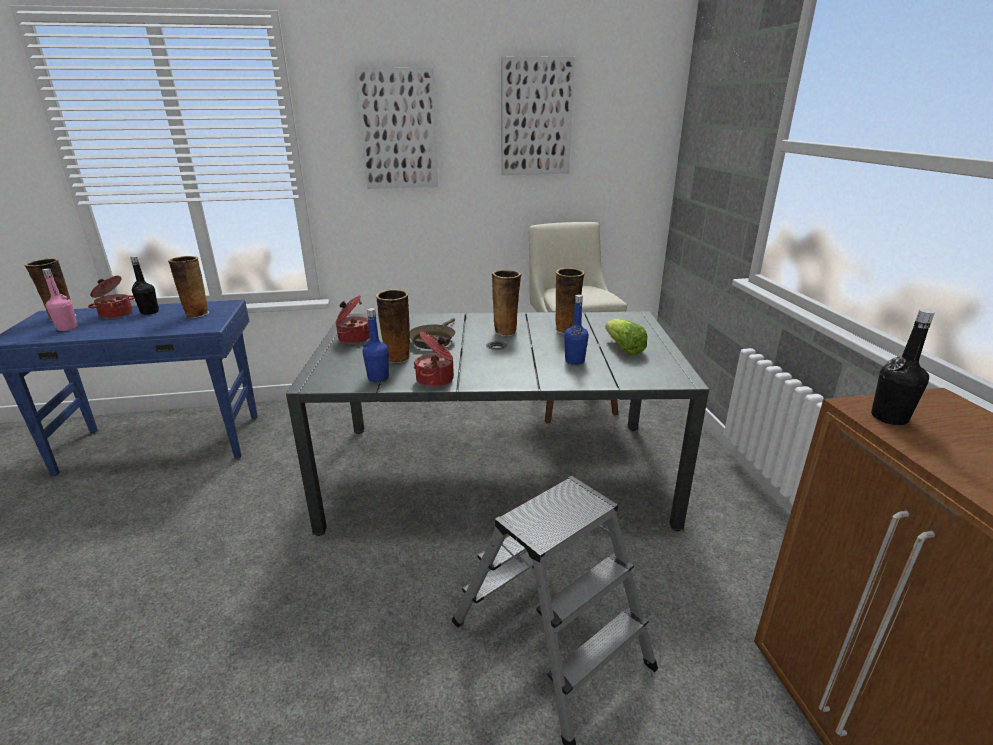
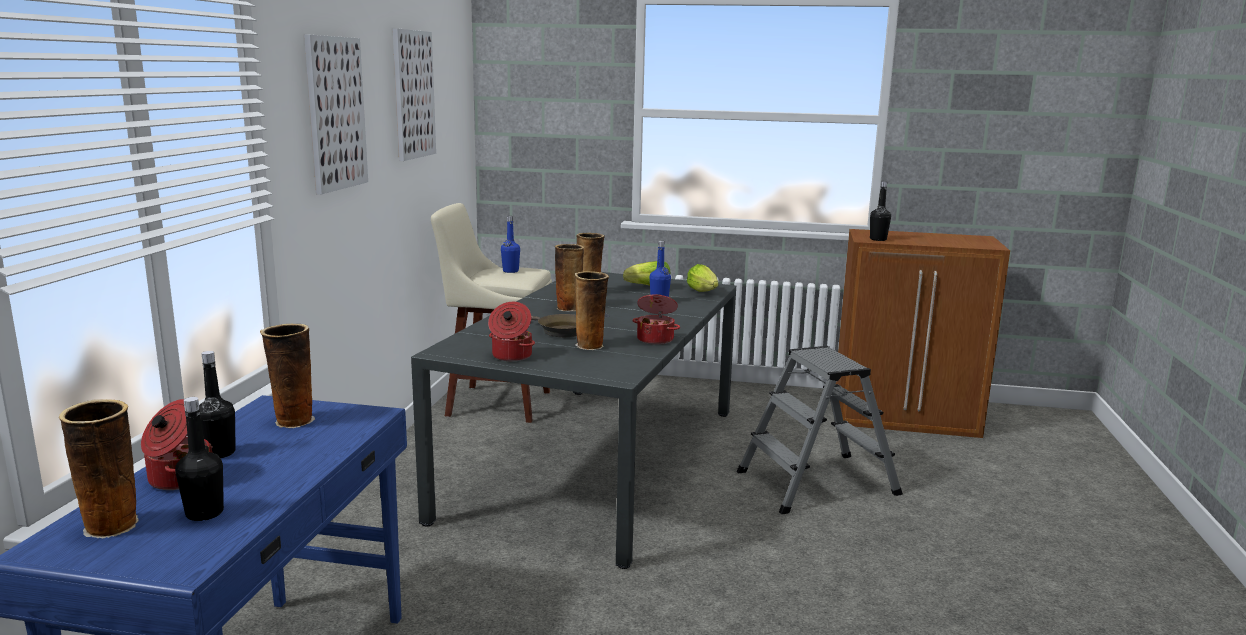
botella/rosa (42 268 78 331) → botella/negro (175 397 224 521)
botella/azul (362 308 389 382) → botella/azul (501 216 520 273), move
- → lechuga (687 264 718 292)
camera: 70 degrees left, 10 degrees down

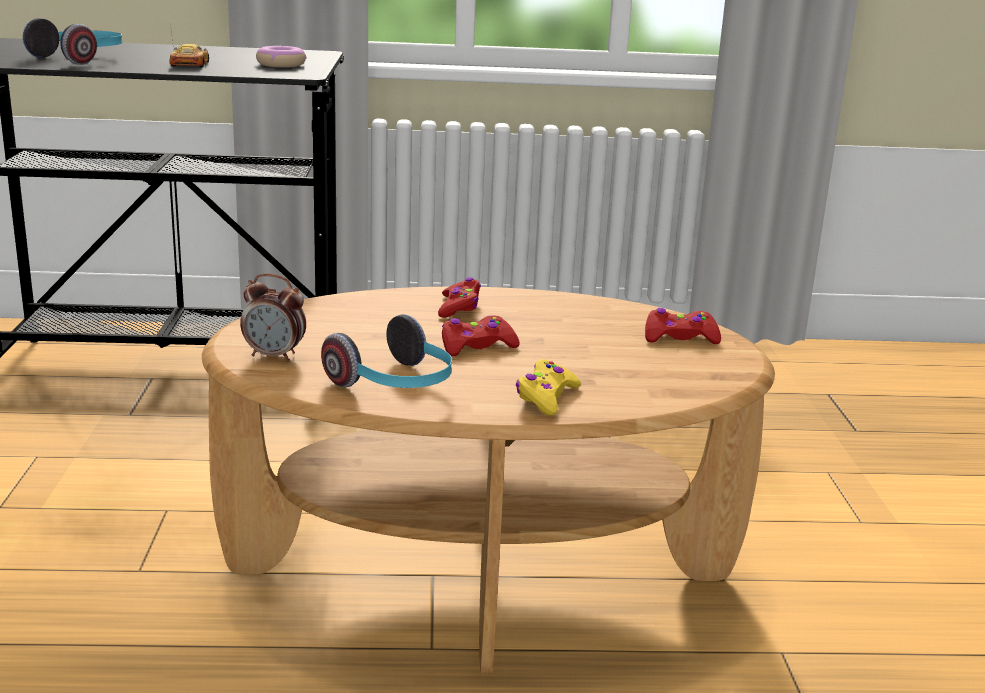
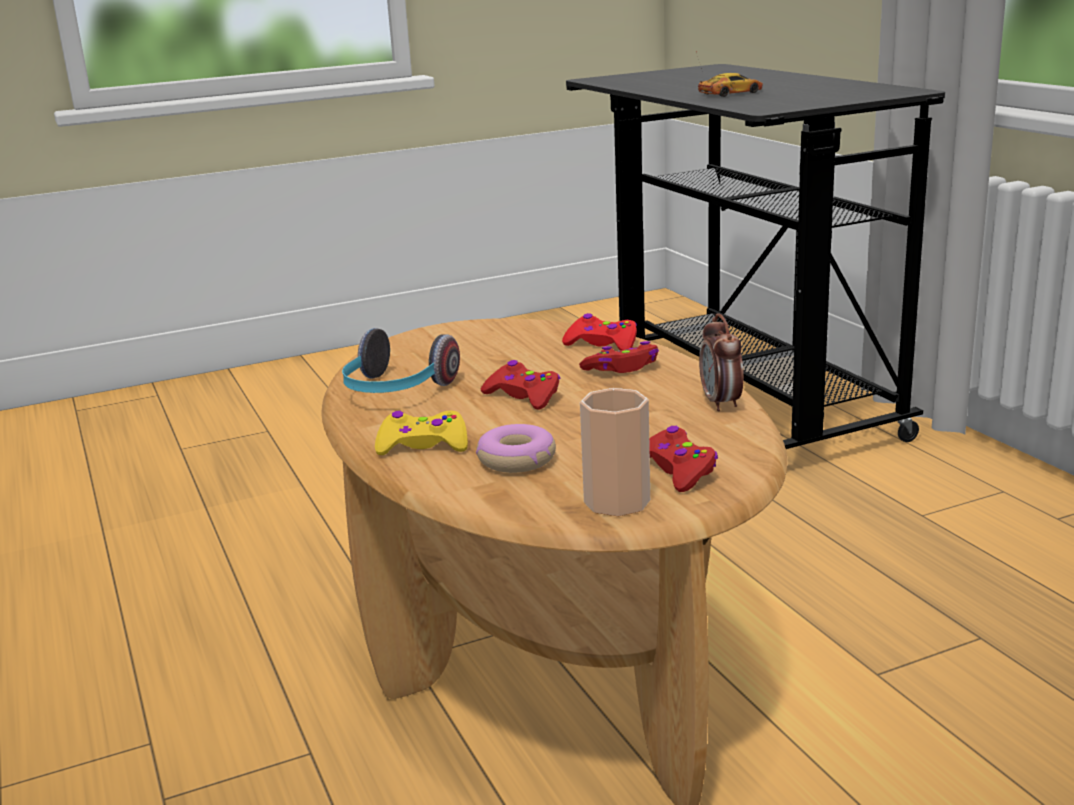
rosquilla (256 46 306 68) → rosquilla (476 424 556 473), move
- → mando de consola/rojo (562 313 637 350)
- → taza (580 388 650 517)
despertador (240 274 306 362) → despertador (699 313 744 412), move
auriculares (23 18 123 65) → -
camera: 70 degrees right, 0 degrees up

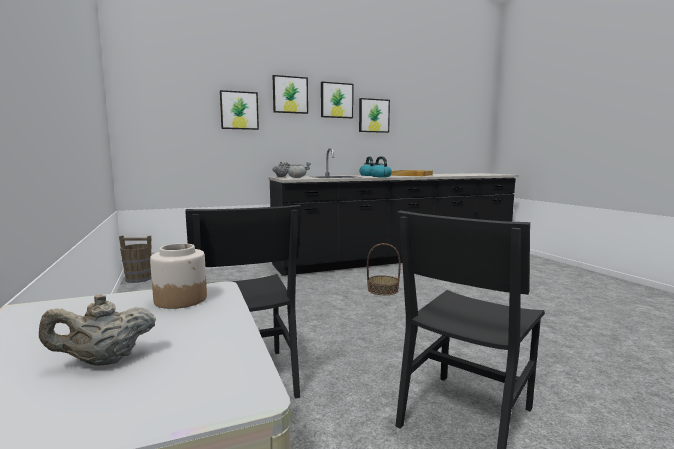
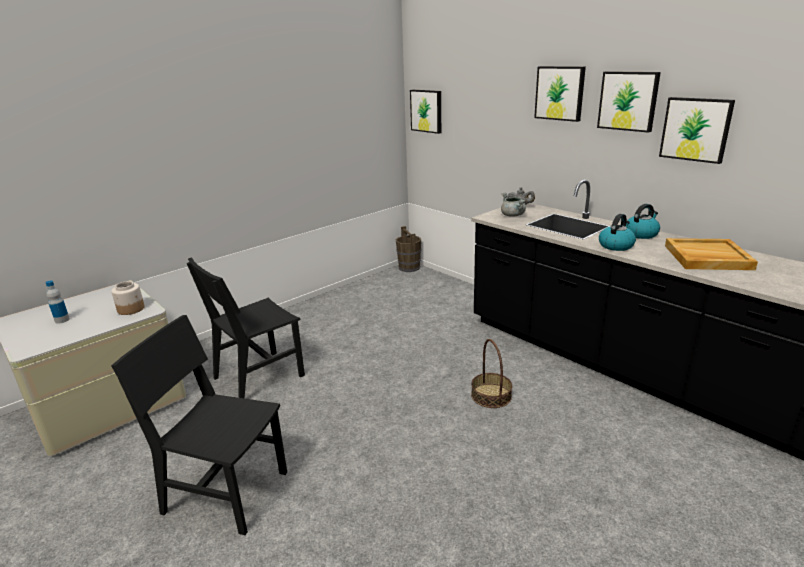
tetera/beis (39 294 156 366) → botella (45 280 70 323)
cuadro (220 90 259 130) → cuadro (410 90 441 134), move
camera: 70 degrees right, 15 degrees up

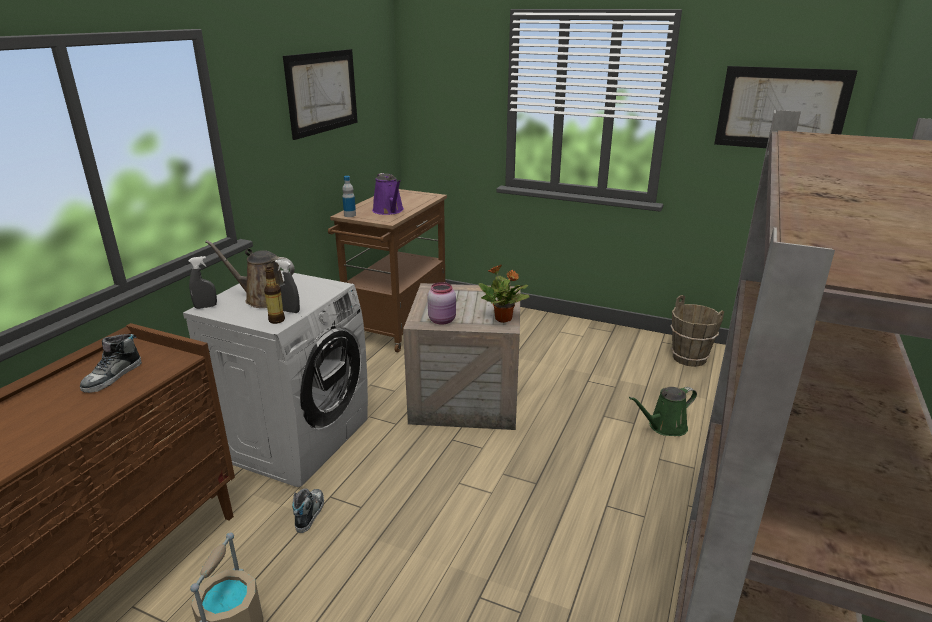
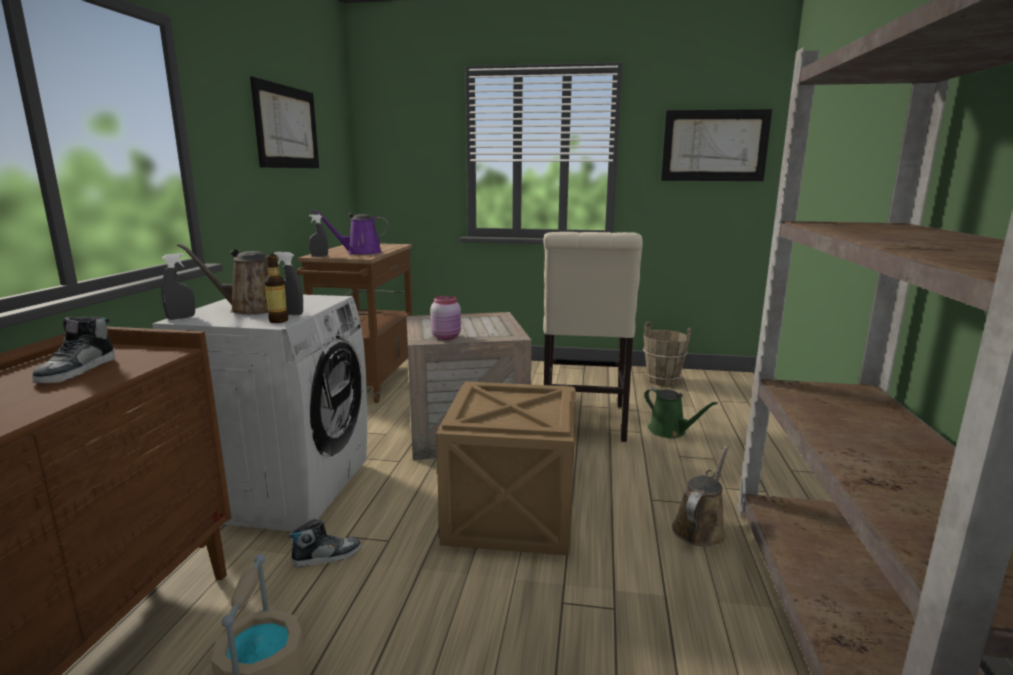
zapato (292 488 324 533) → zapato (288 519 361 567), 75 degrees clockwise
botella (342 176 356 217) → pulverizador/gris (309 214 328 256)
regadera/morado (372 173 404 215) → regadera/morado (312 210 389 255), 120 degrees clockwise
- → caja de embalaje (436 382 576 556)
- → taburete/beis (543 232 643 442)
regadera/verde (629 387 697 436) → regadera/verde (645 388 718 438), 90 degrees counterclockwise
- → regadera/marrón (672 446 729 547)
planta en maceta (479 265 530 323) → -
camera: 15 degrees left, 10 degrees down

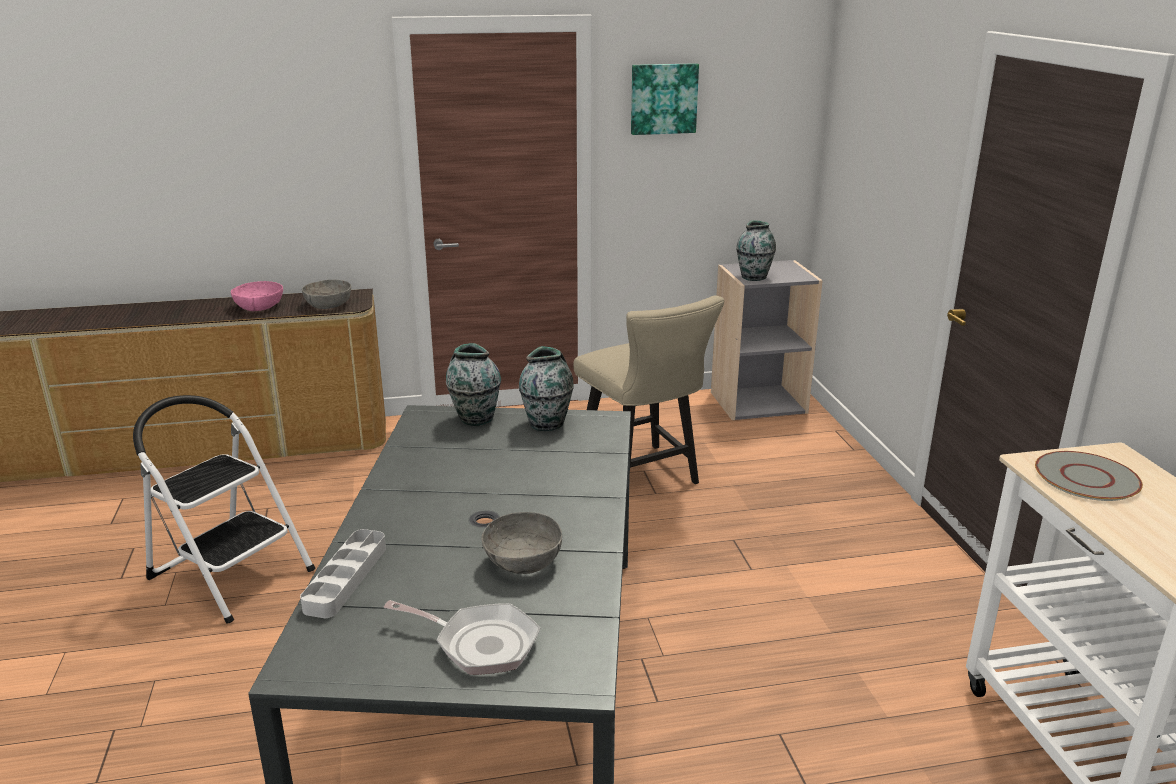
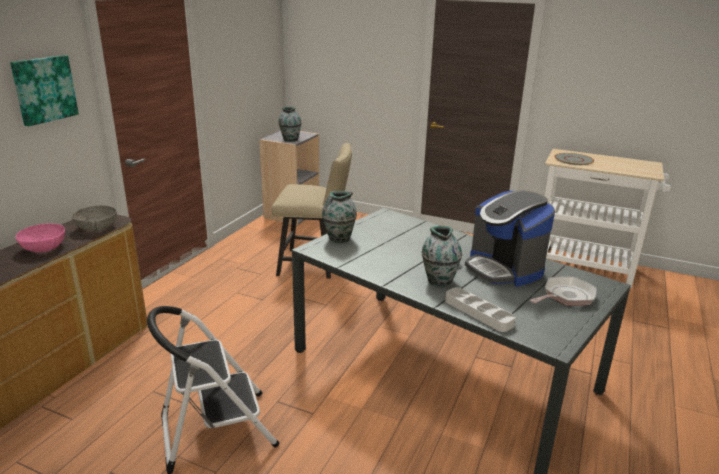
cuadro (631 63 699 135) → cuadro (10 55 79 126), move
florero (519 346 574 431) → florero (421 226 462 286), move
cuenco/gris (481 512 562 574) → cafetera (465 190 555 287)
camera: 55 degrees left, 0 degrees up

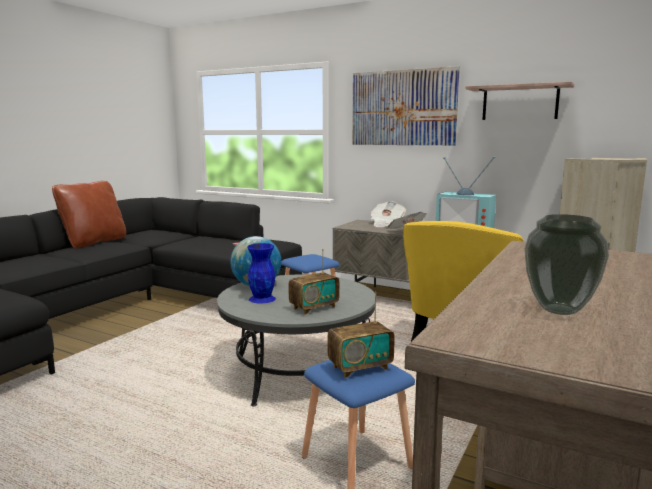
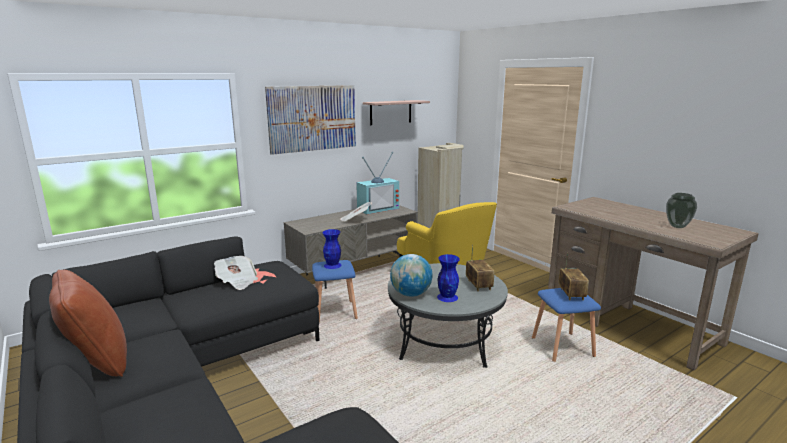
periódico (370 201 406 227) → periódico (214 256 258 290), move
- → florero/azul (323 229 342 269)
camera: 65 degrees left, 5 degrees up

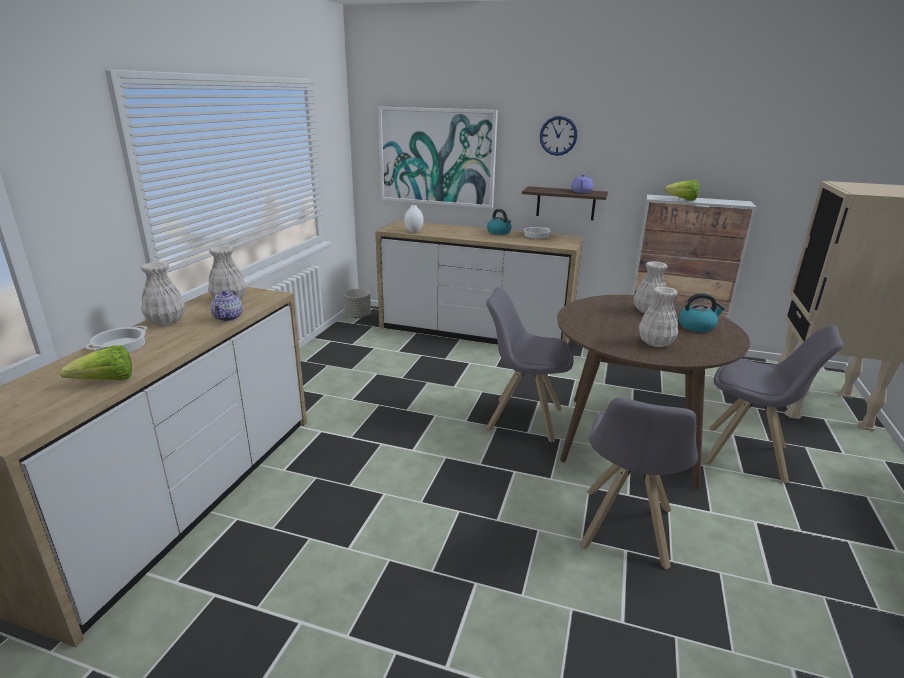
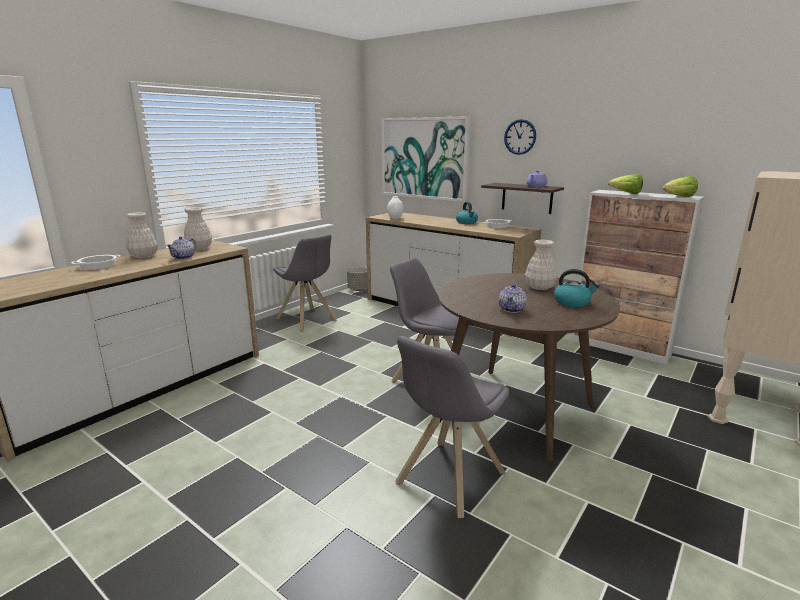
silla/gris (704 325 843 483) → silla/gris (273 234 337 331), move
florero/blanco (639 287 678 347) → tetera (499 284 527 313)
lechuga (59 345 132 381) → lechuga (663 176 698 197), move
camera: 20 degrees right, 5 degrees down

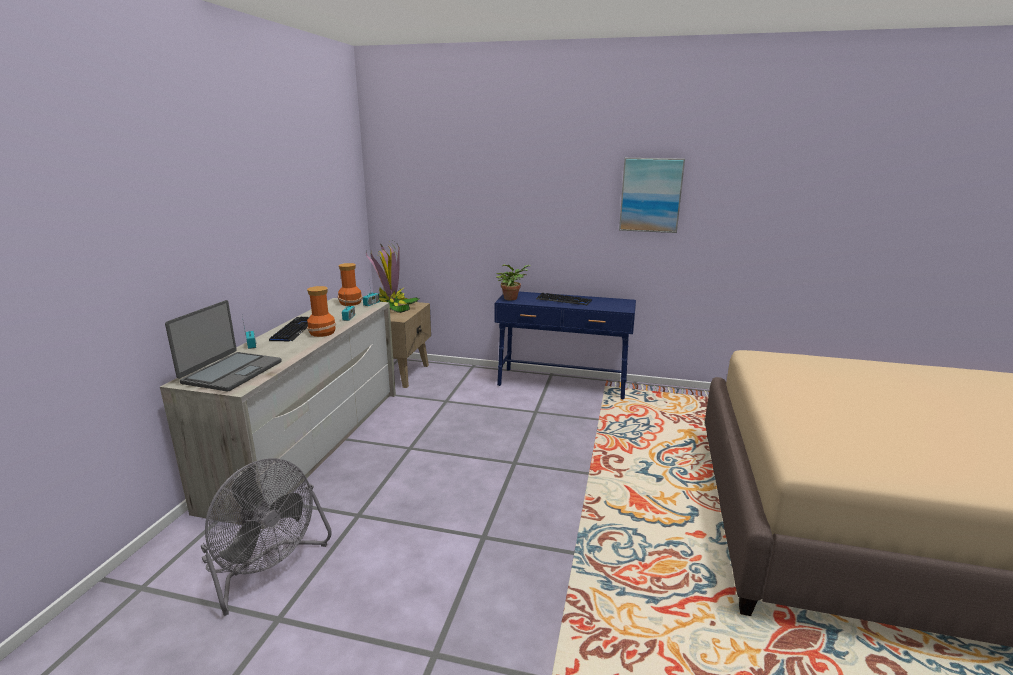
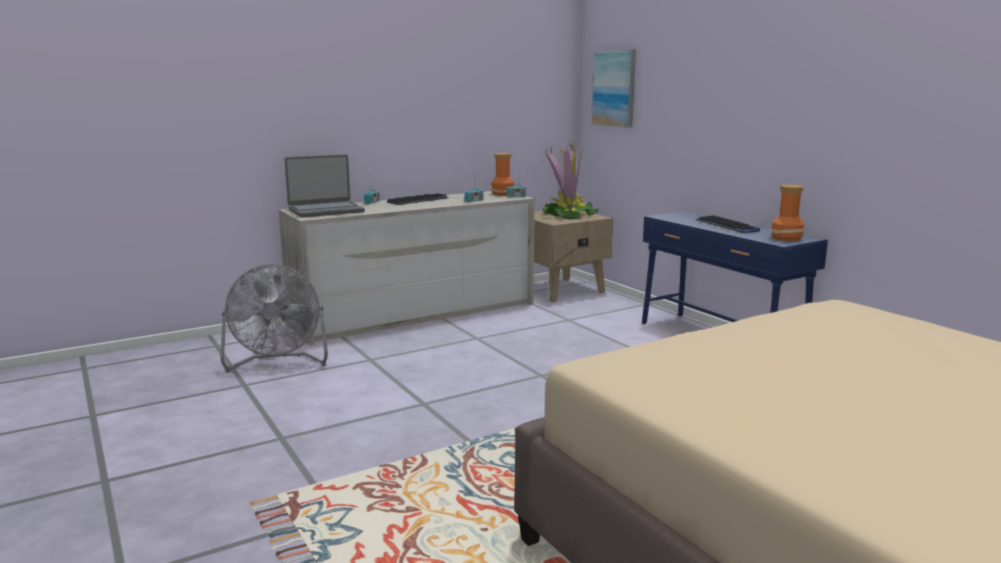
cuadro (619 158 685 233) → cuadro (591 49 636 128), move
florero (307 286 336 337) → florero (771 185 805 241), move
planta en maceta (496 264 531 300) → -
camera: 45 degrees right, 5 degrees down

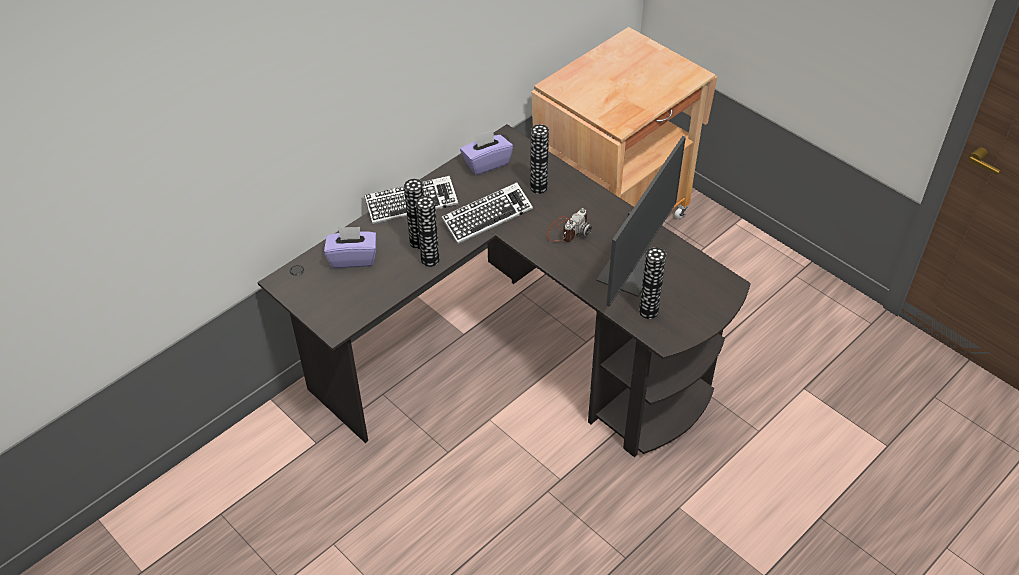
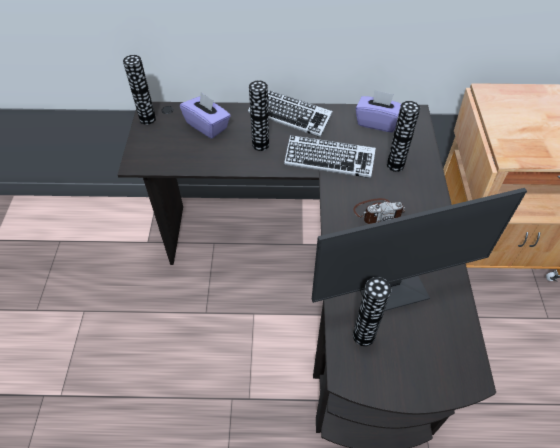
florero (416 196 440 267) → florero (123 55 156 125), move
camera: 45 degrees right, 5 degrees up

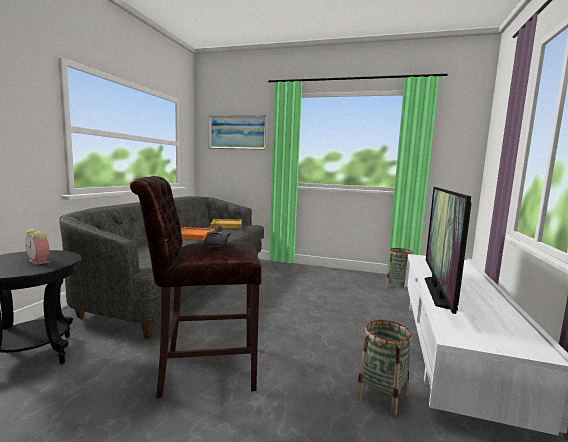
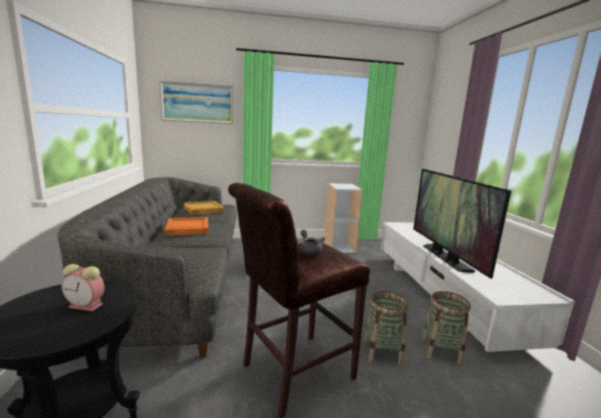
- → estantería (324 183 363 253)
cesta (386 248 413 290) → cesta (364 291 409 365), move
camera: 25 degrees left, 5 degrees up

